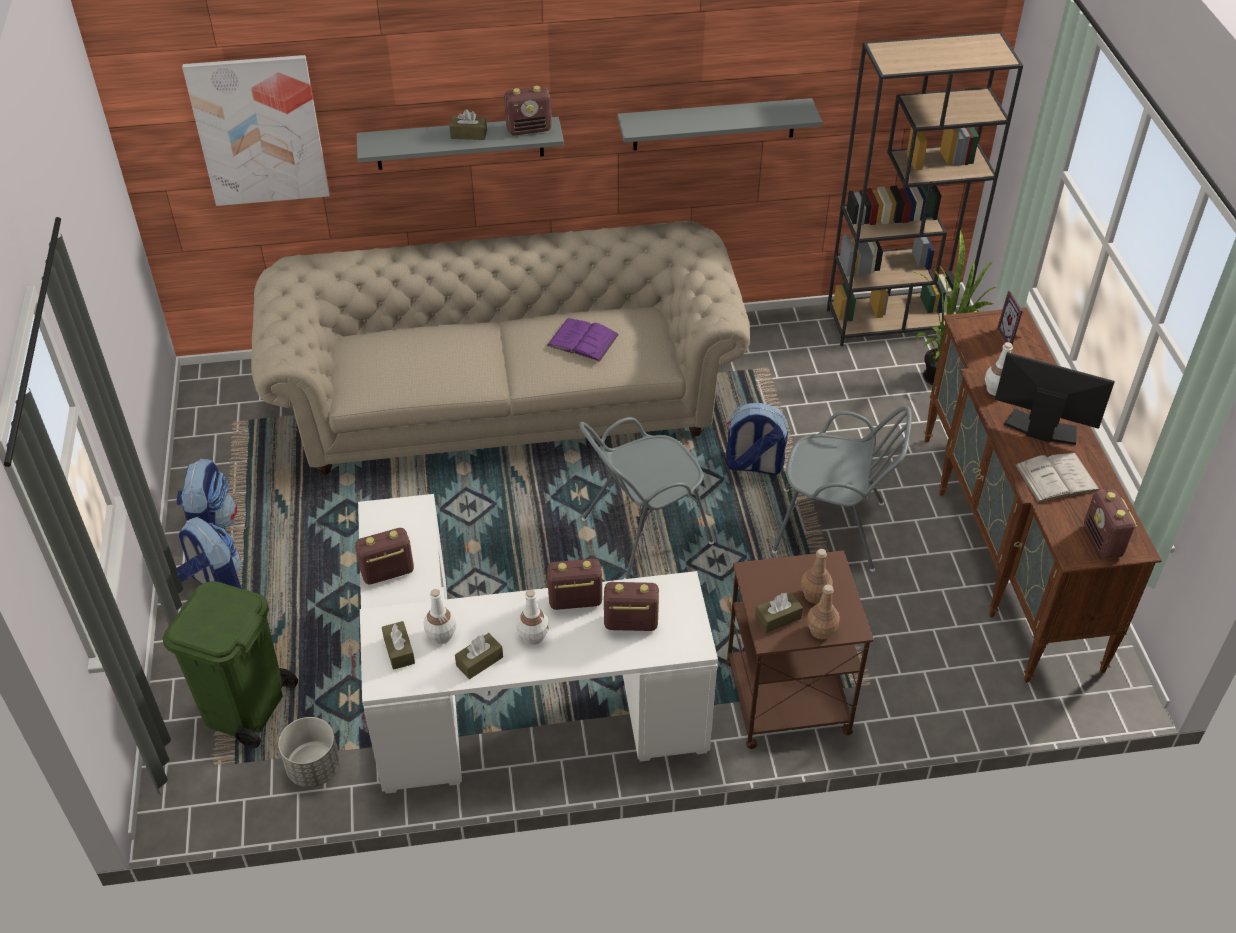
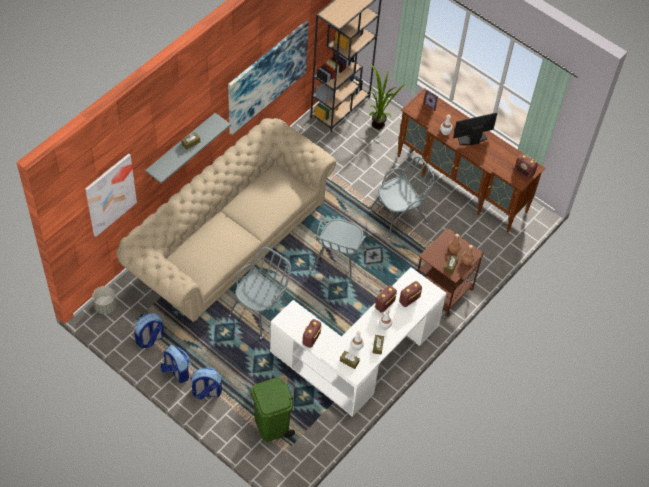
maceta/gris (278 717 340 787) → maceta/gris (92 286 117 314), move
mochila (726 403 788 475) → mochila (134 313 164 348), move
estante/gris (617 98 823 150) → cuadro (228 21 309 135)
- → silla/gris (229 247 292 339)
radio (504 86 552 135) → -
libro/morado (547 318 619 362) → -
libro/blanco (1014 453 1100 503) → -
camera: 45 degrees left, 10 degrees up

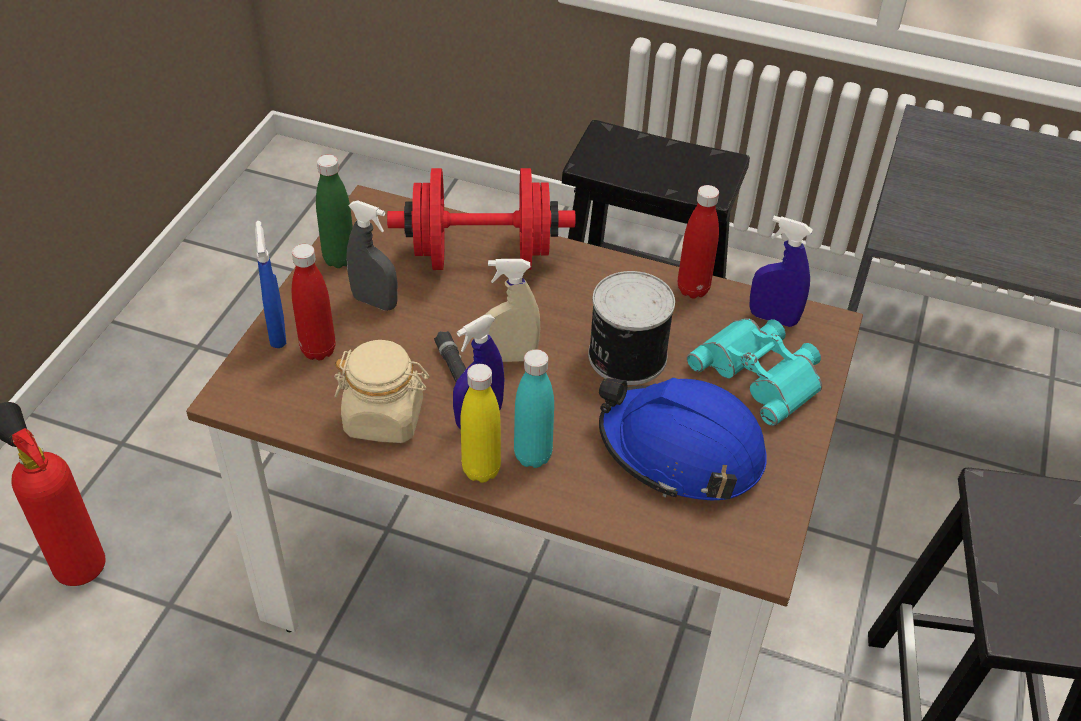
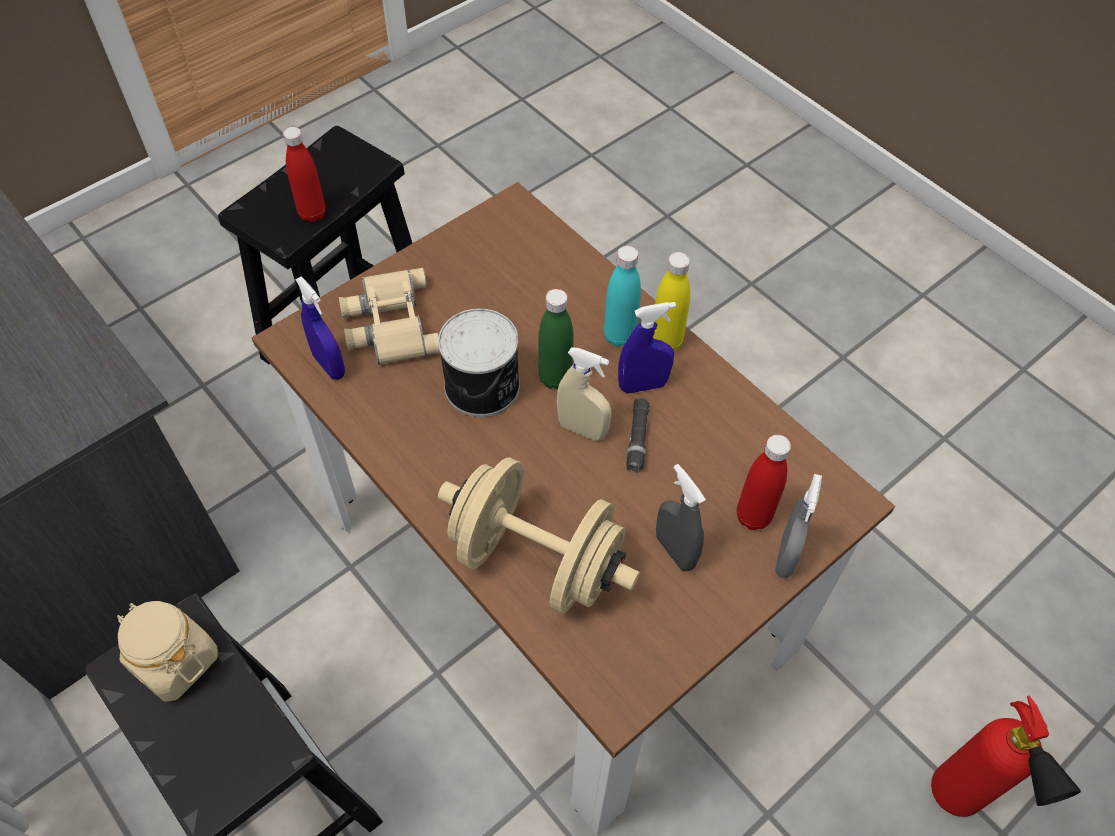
tarro/beis (334 340 430 443) → tarro/beis (117 601 218 702), move
botella/rojo (678 185 719 298) → botella/rojo (283 127 325 222), move
prismáticos/turquesa (687 318 822 426) → prismáticos/beis (339 268 440 365)
mancuerna/rojo (387 168 575 270) → mancuerna/beis (438 457 640 614)
botella/verde (316 154 353 268) → botella/verde (538 289 573 389), move
pulverizador/azul (255 221 286 348) → pulverizador/gris (775 474 822 578)
casco/azul (599 378 767 500) → -
camera: 150 degrees left, 10 degrees up

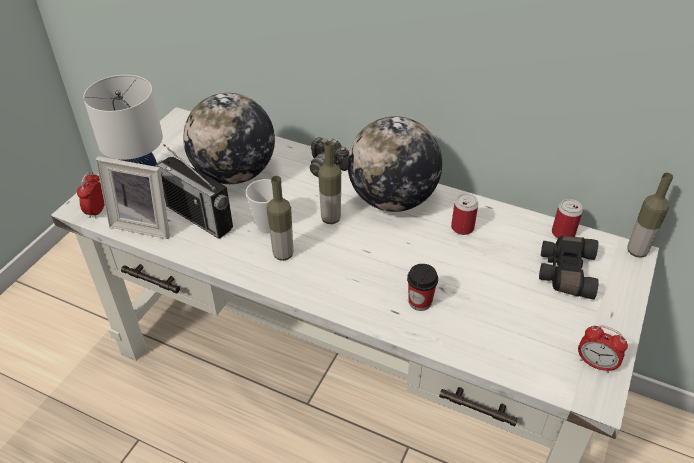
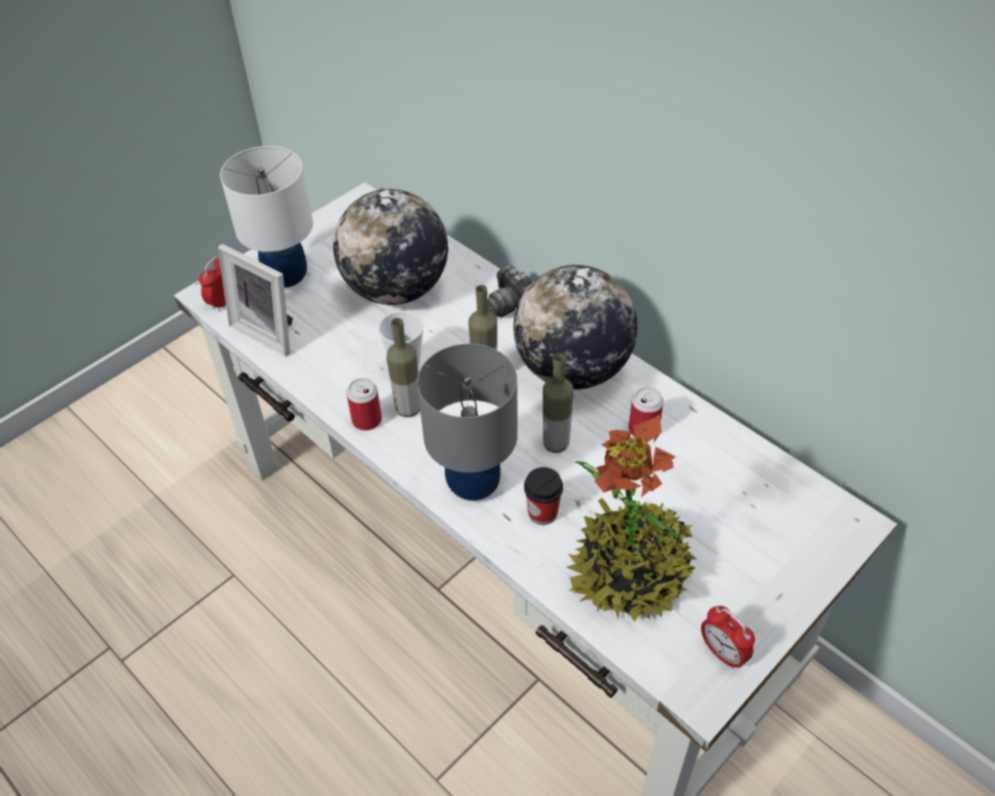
lata (552 199 583 238) → lata (346 378 382 430), move
- → lámpara de mesa/gris (417 344 518 501)
botella (627 173 673 258) → botella (543 353 574 453), move
- → planta en maceta (566 414 696 622)
radio (155 144 233 239) → -
prismáticos/negro (539 236 599 299) → -
camera: 20 degrees right, 5 degrees up

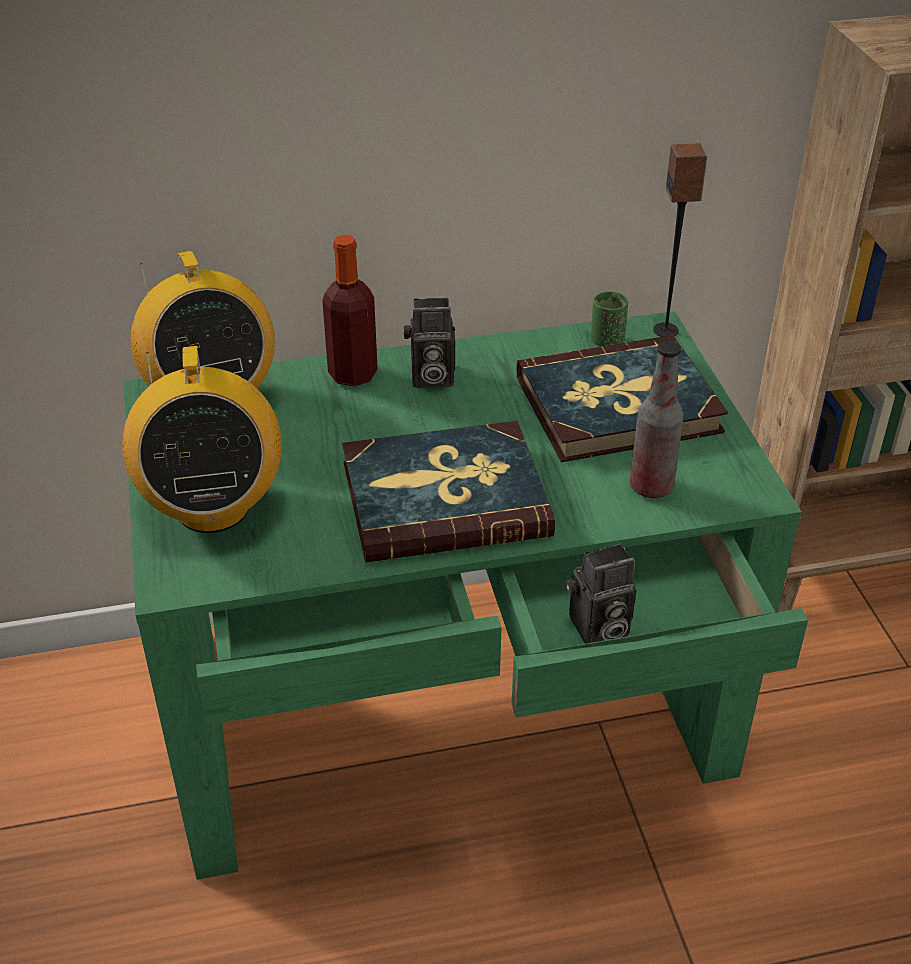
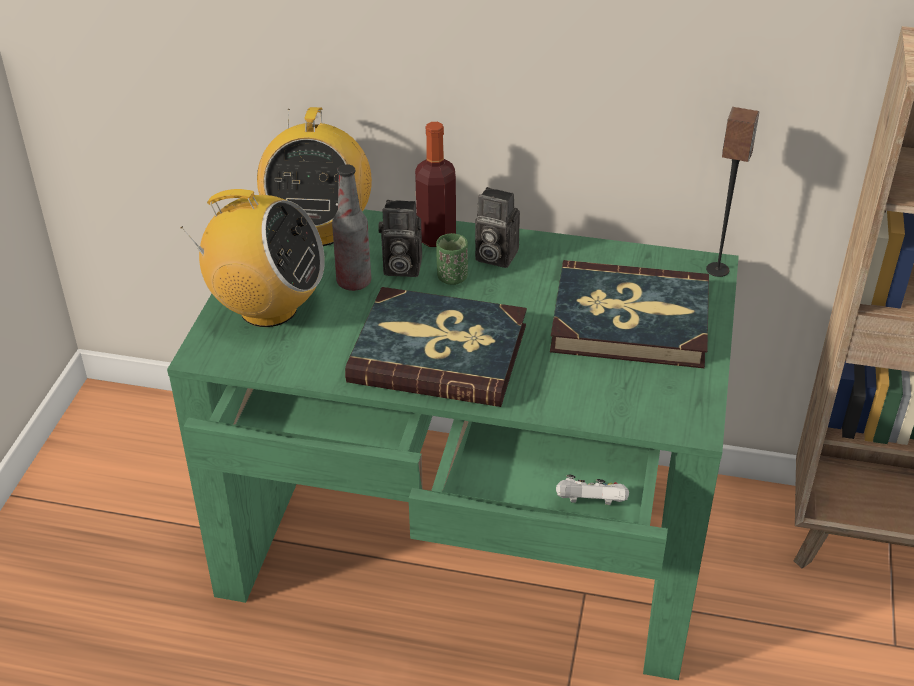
radio (122 346 282 533) → radio (181 189 325 327), 90 degrees counterclockwise
botella (630 341 684 498) → botella (332 164 371 291), move
cámara (566 544 636 644) → cámara (378 200 422 277), move
taza/verde (591 291 628 347) → taza/verde (436 233 468 285), move
- → mando de consola/blanco (556 474 629 505)
camera: 25 degrees right, 0 degrees up

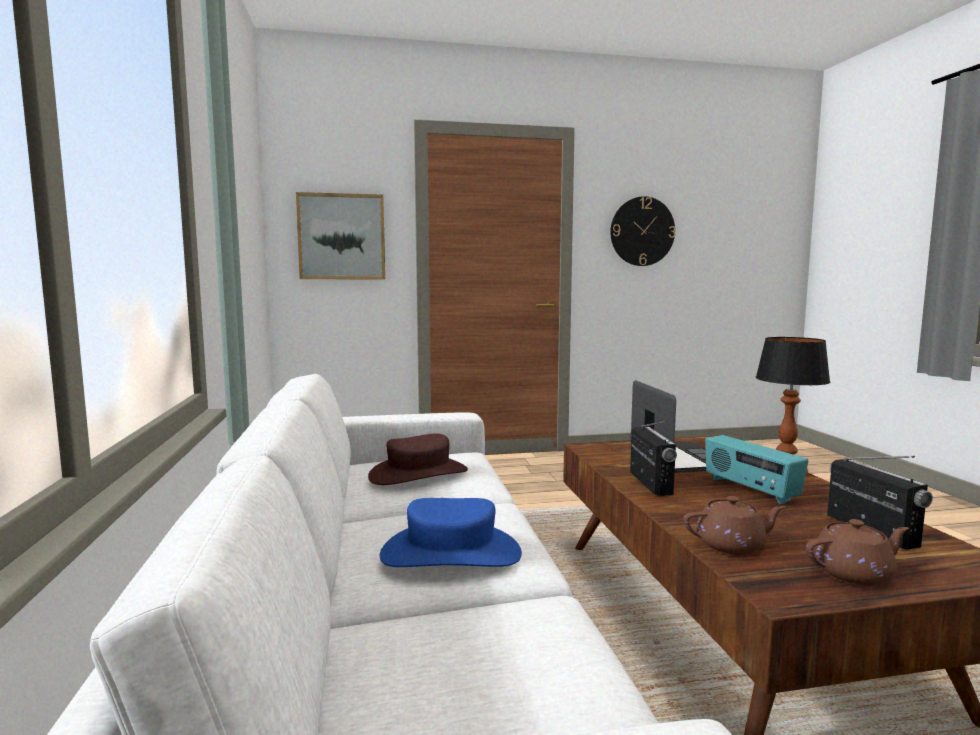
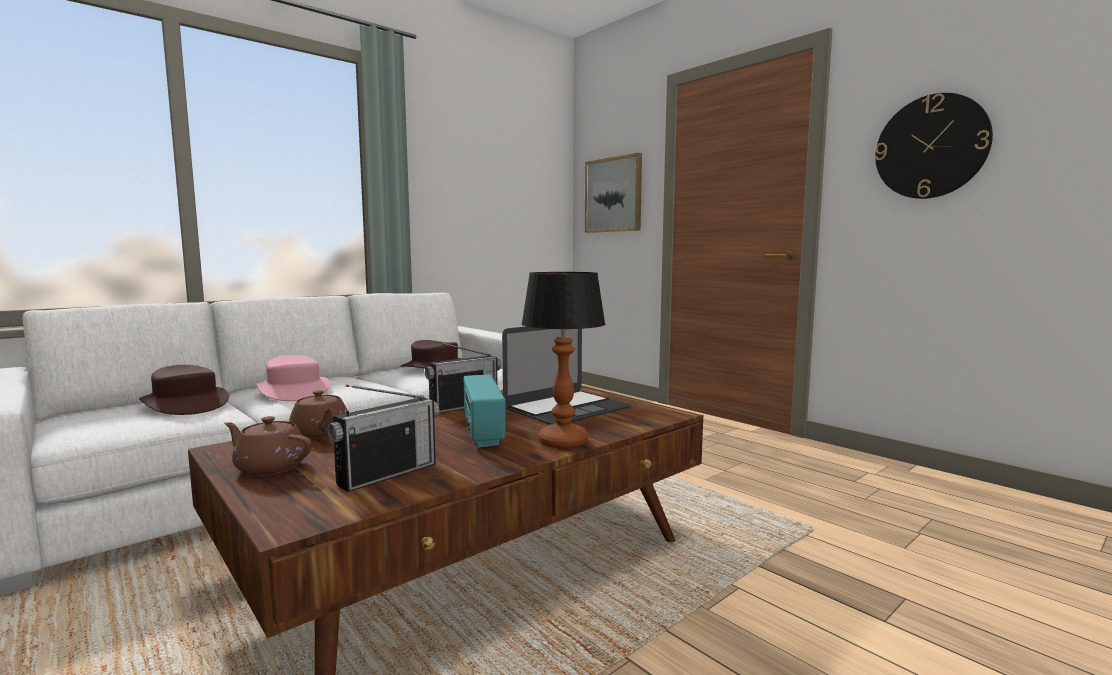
- → sombrero/marrón (139 365 229 415)
tetera/marrón (806 519 909 586) → tetera/marrón (224 416 312 476), 150 degrees clockwise
sombrero/azul (380 498 522 567) → sombrero/rosa (256 355 330 401)
radio (705 435 808 504) → radio (464 375 505 448), 45 degrees counterclockwise
camera: 60 degrees right, 0 degrees up

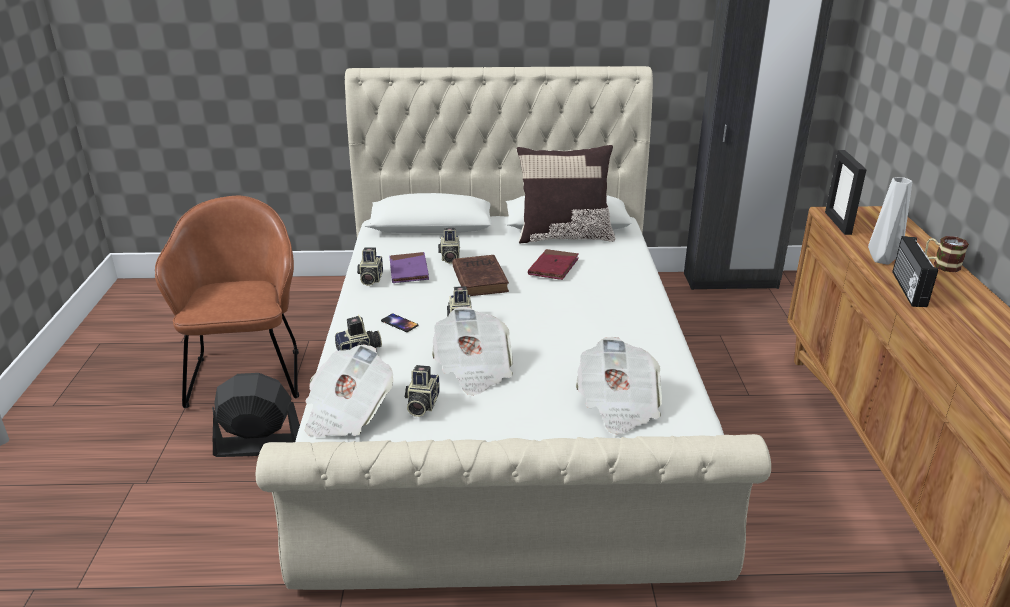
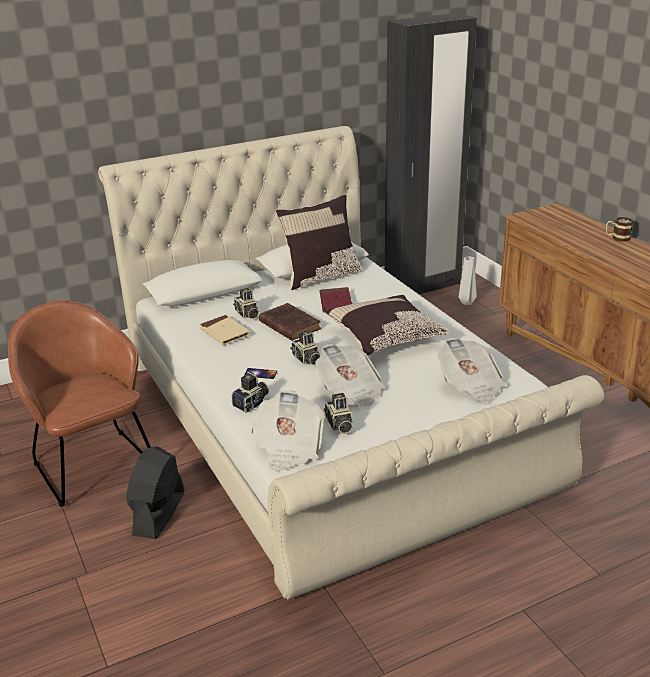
ventilador/negro (212 373 300 457) → ventilador/negro (126 446 184 539), 45 degrees counterclockwise
libro/morado (390 252 429 283) → libro/beis (199 315 250 345)
- → cojín (325 295 450 356)
florero/gris (868 177 912 265) → florero/gris (459 256 477 305), move
cámara (357 247 383 286) → -
portarretratos (825 150 867 235) → -
radio (892 236 938 307) → -
camera: 25 degrees left, 0 degrees up

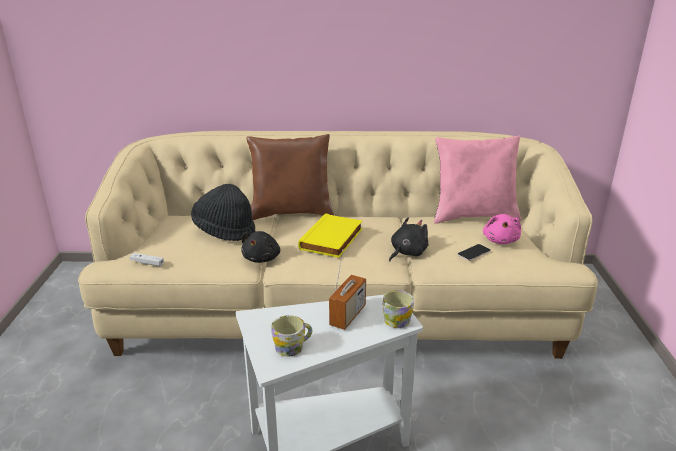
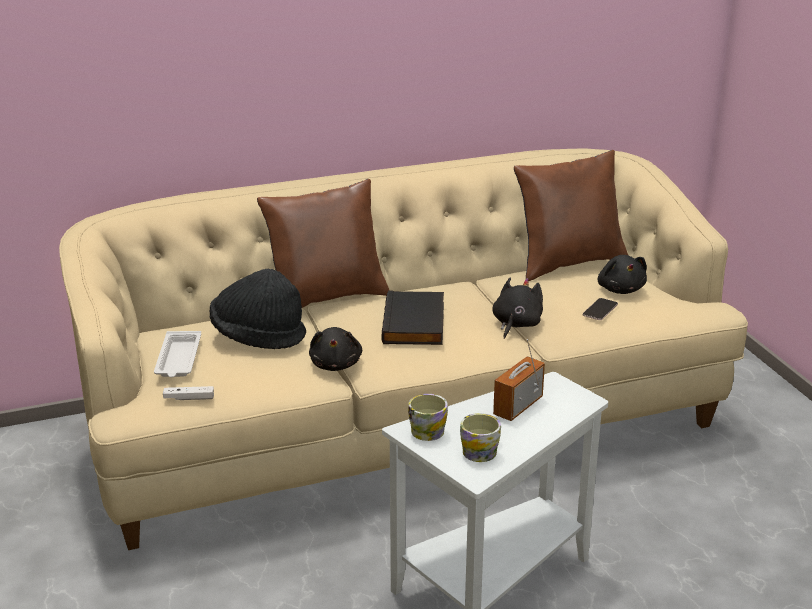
- → bandeja/blanco (154 331 201 377)
libro/amarillo (298 213 363 258) → libro/negro (382 290 444 345)
taza grande (382 290 414 328) → taza grande (408 394 448 441), move
radio (329 249 366 330) → radio (493 339 545 421), 150 degrees counterclockwise
cojín/rosa (434 135 521 224) → cojín/marrón (514 150 629 281)
peluche/rosa (483 214 521 244) → peluche/negro (598 255 647 294)
camera: 20 degrees left, 0 degrees up

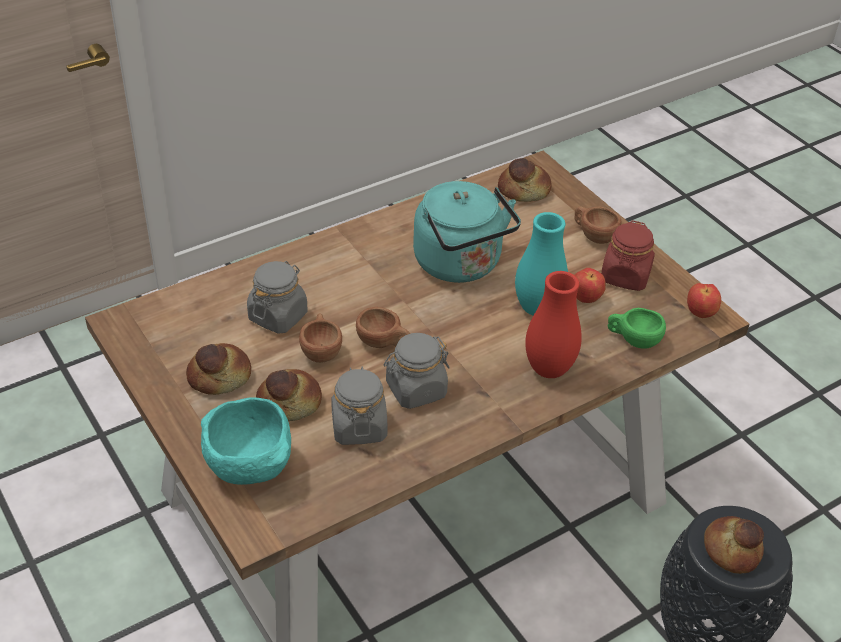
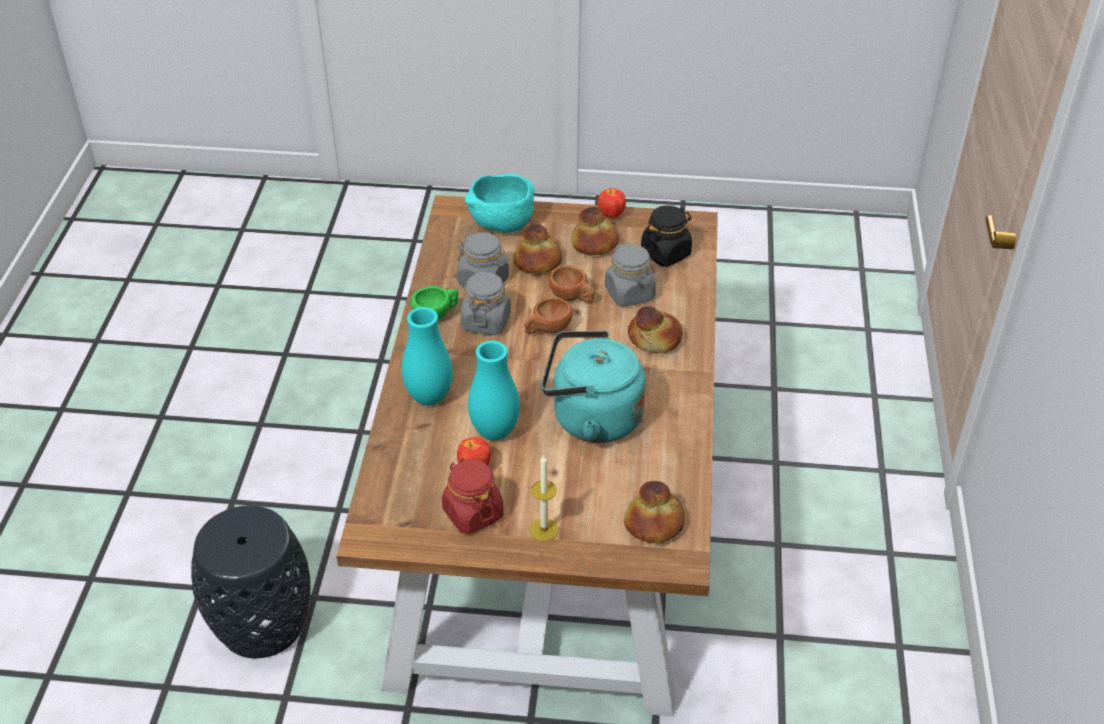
florero/rojo (525 271 582 378) → florero/turquesa (402 307 453 406)
taza/verde (608 308 666 349) → taza/verde (411 286 459 320), move
taza/marrón (574 206 622 244) → vela (529 454 559 541)
manzana (687 283 721 318) → manzana (597 188 626 219), move
pan (704 516 764 574) → pan (628 306 683 353), move
- → tarro/negro (641 205 692 267)
camera: 130 degrees right, 0 degrees up

